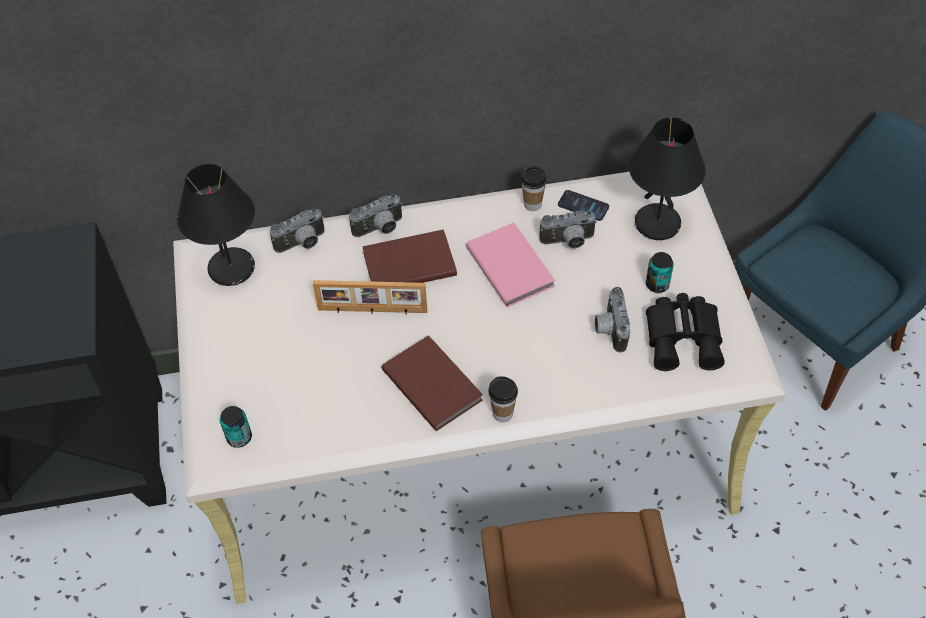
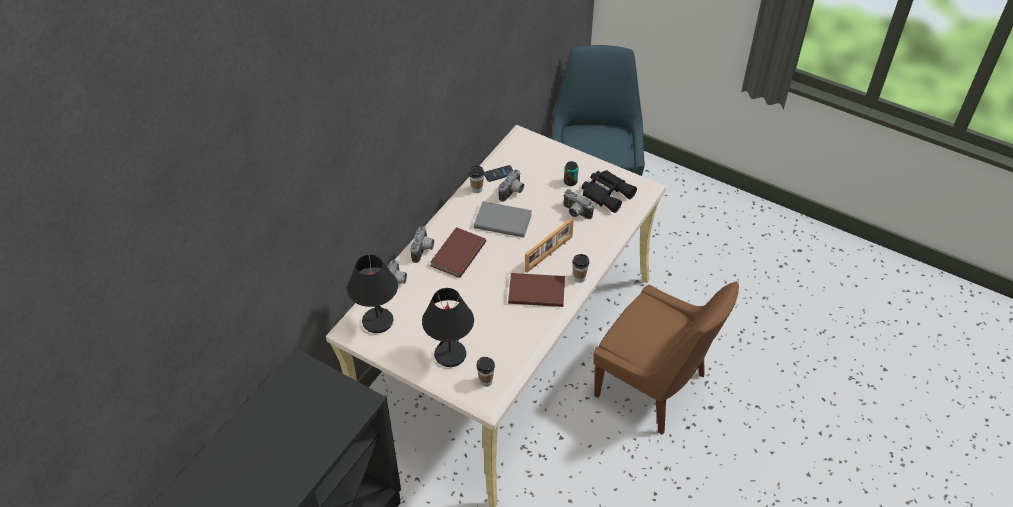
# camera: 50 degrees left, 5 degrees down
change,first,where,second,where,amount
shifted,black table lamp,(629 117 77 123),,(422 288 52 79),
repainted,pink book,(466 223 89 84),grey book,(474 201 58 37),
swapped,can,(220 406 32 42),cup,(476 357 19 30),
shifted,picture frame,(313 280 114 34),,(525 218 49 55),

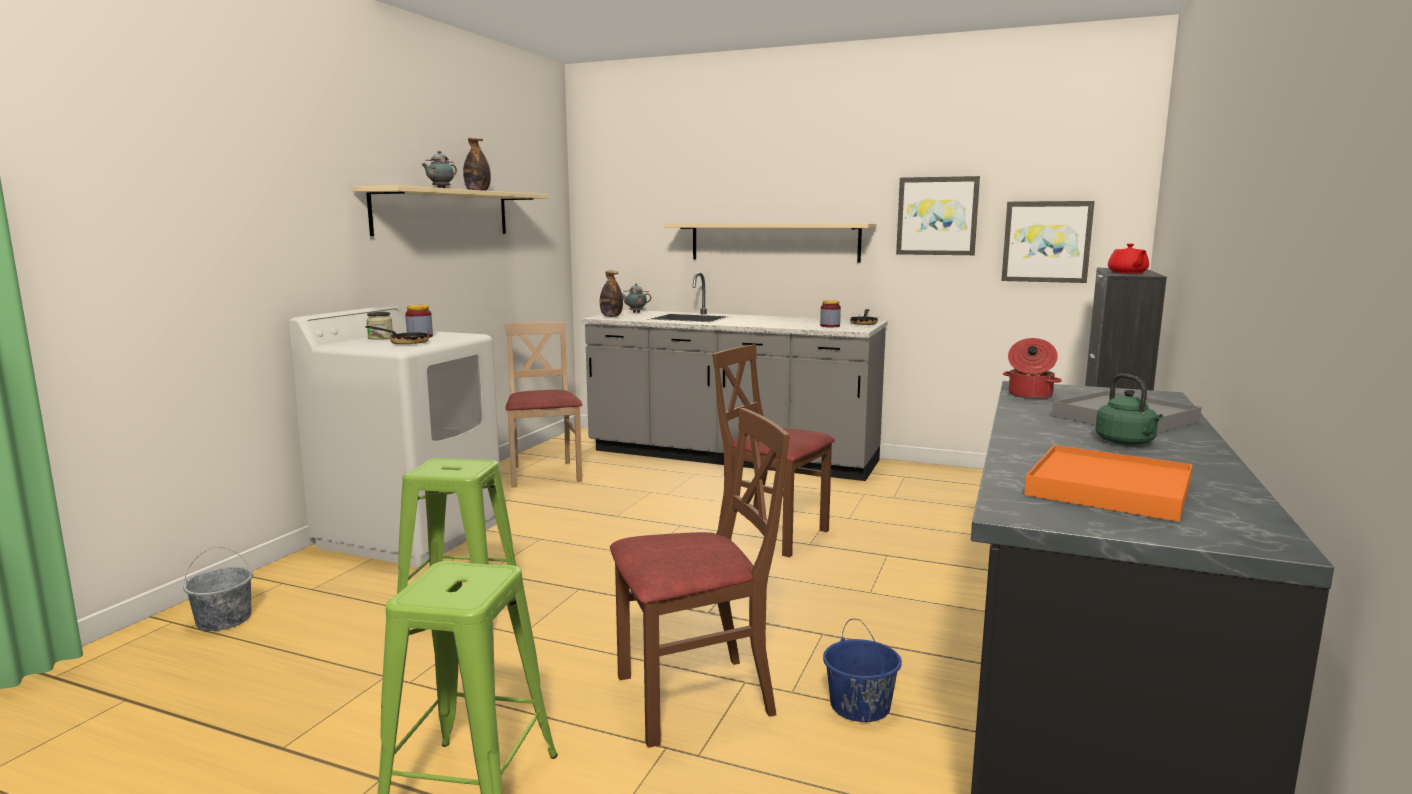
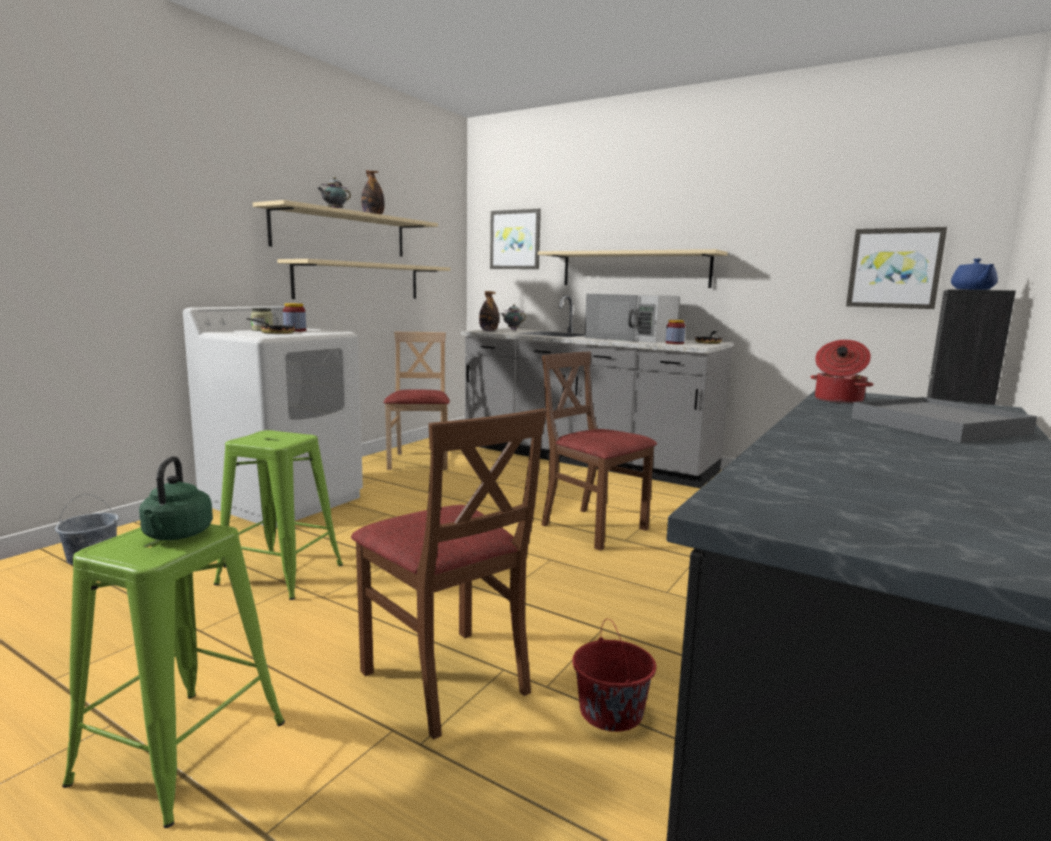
# camera: 10 degrees right, 0 degrees up
change,first,where,second,where,amount
shifted,green kettle,(1095 374 68 71),,(139 456 74 84),
new,,,beige shelf,(277 259 174 40),
rotated,brown chair,(610 408 180 340),,(351 408 196 332),60 degrees clockwise
shifted,picture,(896 176 84 79),,(490 209 51 60),
repainted,blue bucket,(823 619 79 103),red bucket,(572 619 84 113),
new,,,white microwave,(584 294 96 49),
repainted,red teapot,(1108 244 41 30),blue teapot,(951 259 47 31),
gone,orange tray,(1024 445 168 77),,,

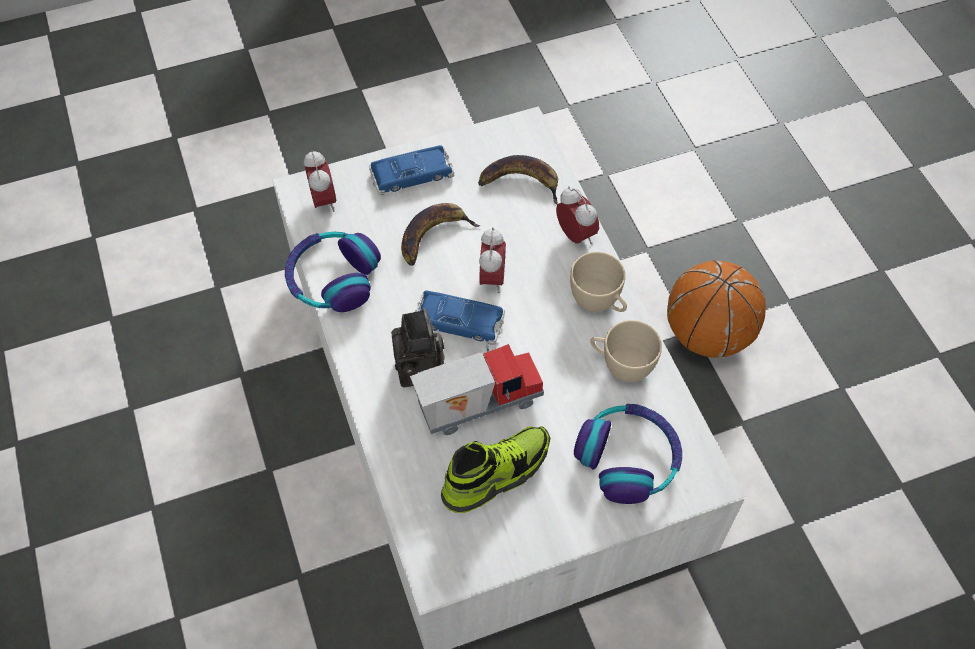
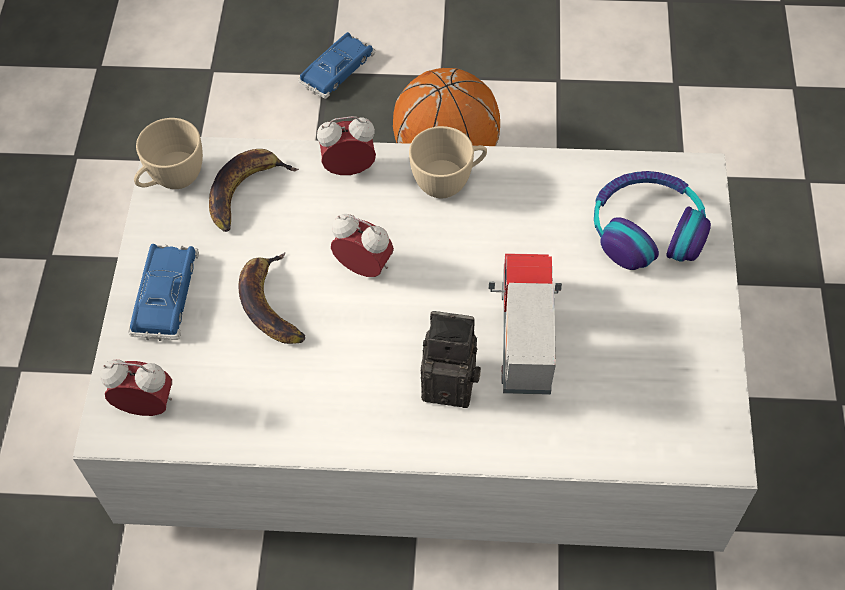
# camera: 65 degrees left, 0 degrees up
change,first,where,second,where,amount
shifted,beige cup,(590 320 72 62),,(134 118 69 71),
shifted,blue toy car,(415 290 90 55),,(298 32 77 67),
gone,headphones,(285 232 96 80),,,
gone,shoe,(441 426 109 87),,,

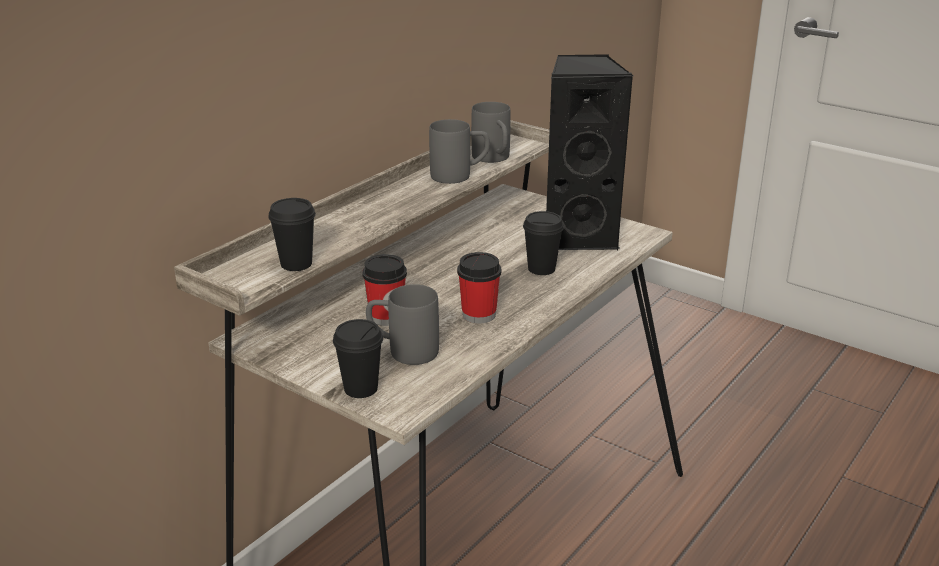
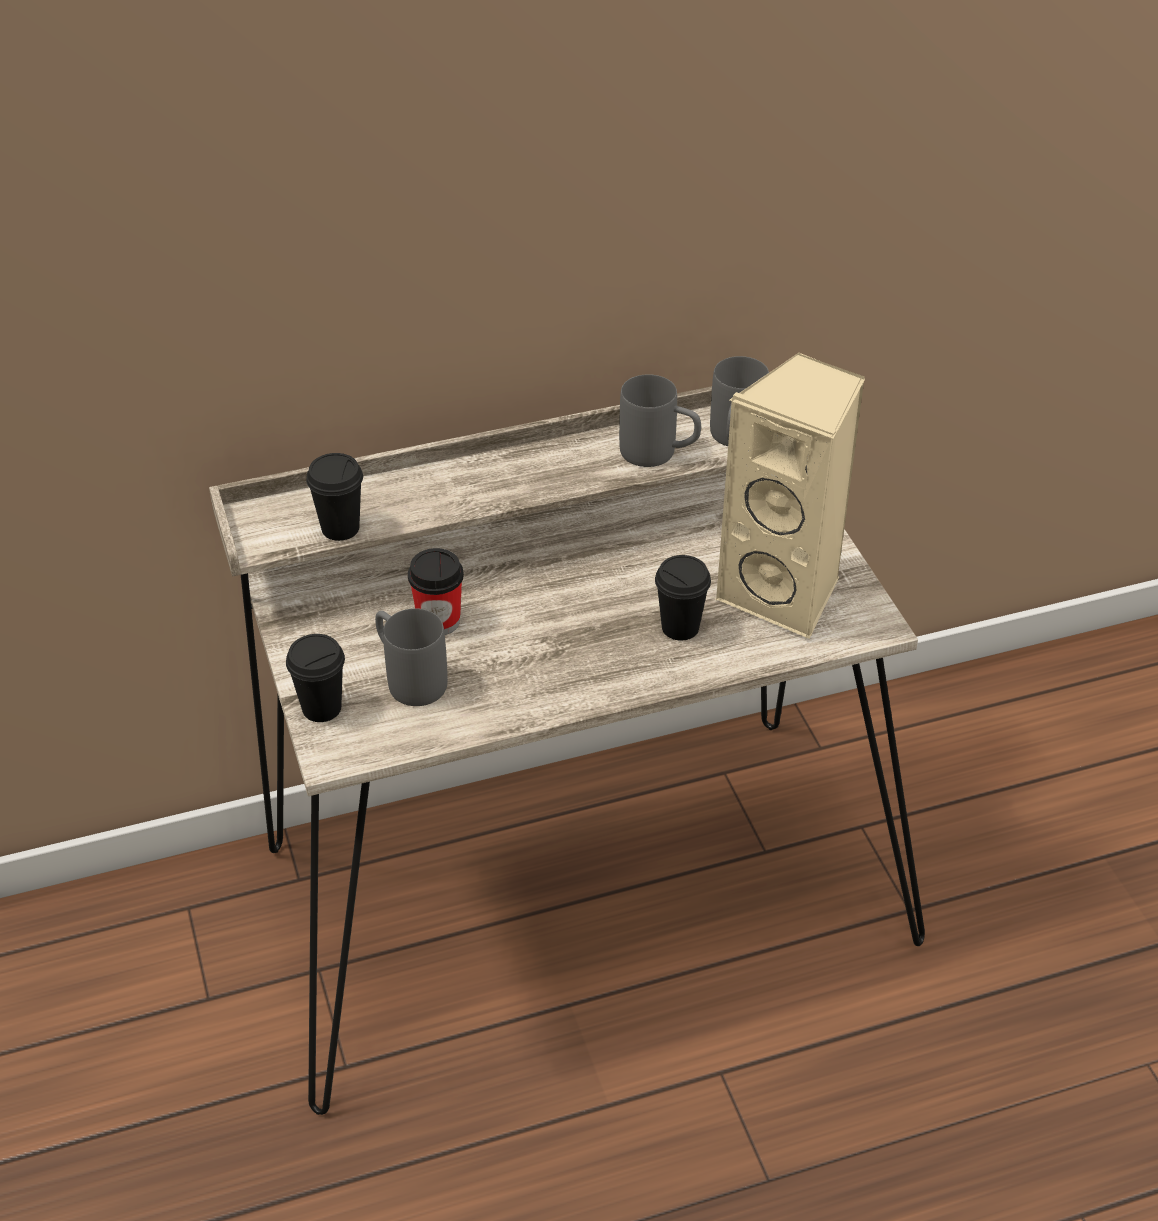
# camera: 35 degrees right, 15 degrees up
change,first,where,second,where,amount
repainted,black speaker,(546 54 87 197),beige speaker,(716 352 149 289),
gone,cup,(457 252 44 71),,,

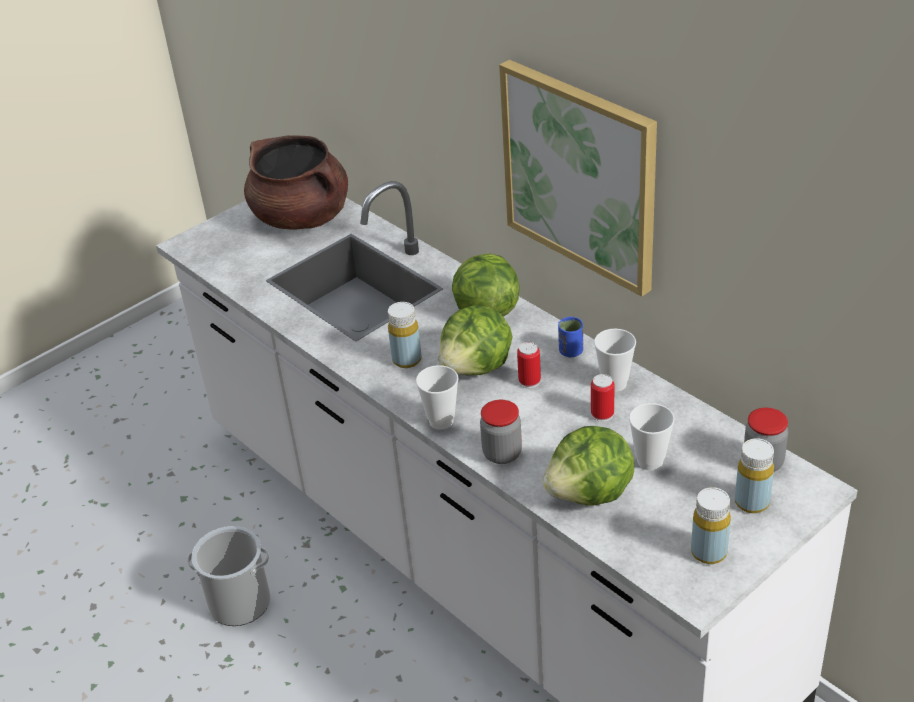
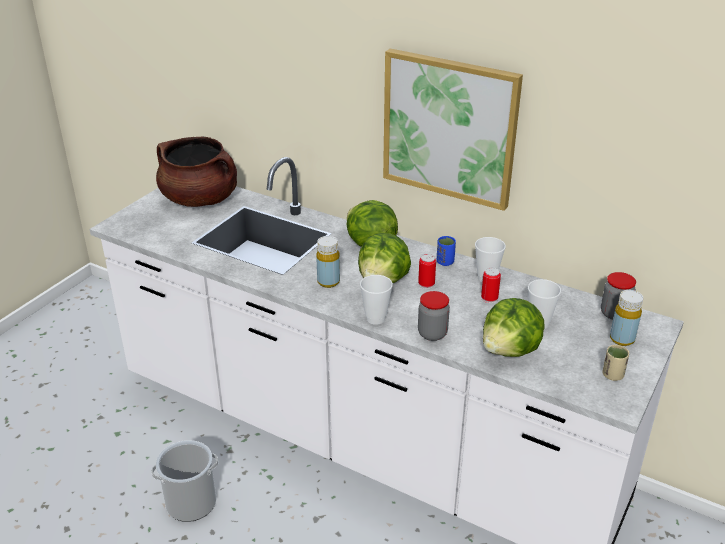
# camera: 20 degrees left, 5 degrees down
change,first,where,second,where,amount
swapped,yellow bottle,(691 487 40 77),beige cup,(603 345 26 36),

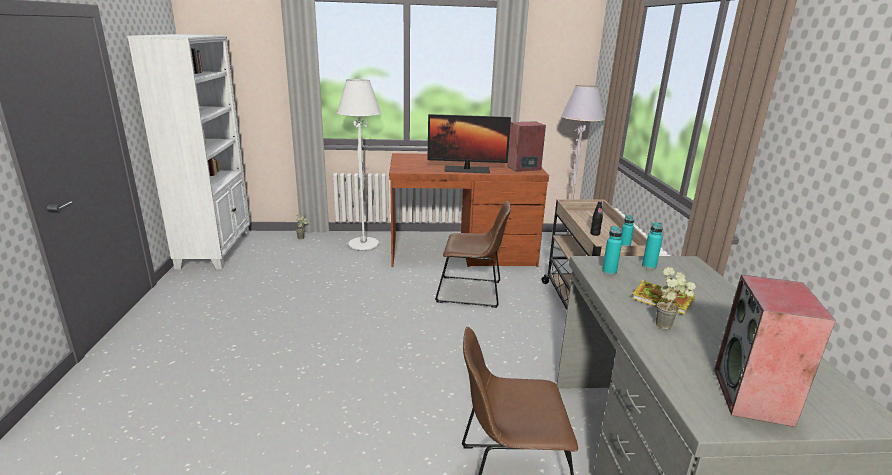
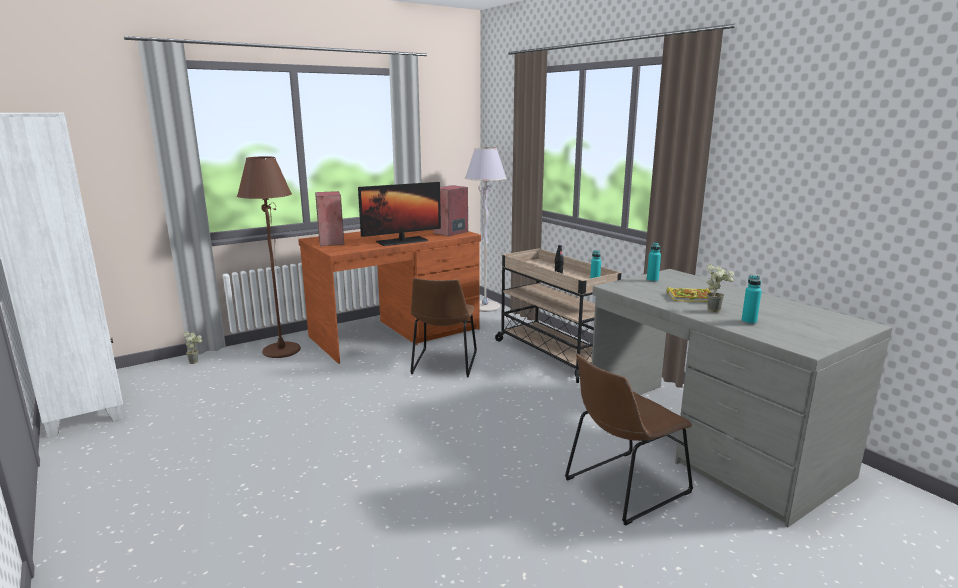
# camera: 30 degrees left, 5 degrees down
change,first,where,second,where,amount
repainted,white floor lamp,(336 79 45 172),brown floor lamp,(237 156 64 202),
shifted,speaker,(714 275 122 152),,(315 191 29 55),
rotated,brown chair,(435 201 76 107),,(410 278 67 99),120 degrees clockwise
shifted,turquoise bottle,(602 226 20 49),,(741 275 21 50),

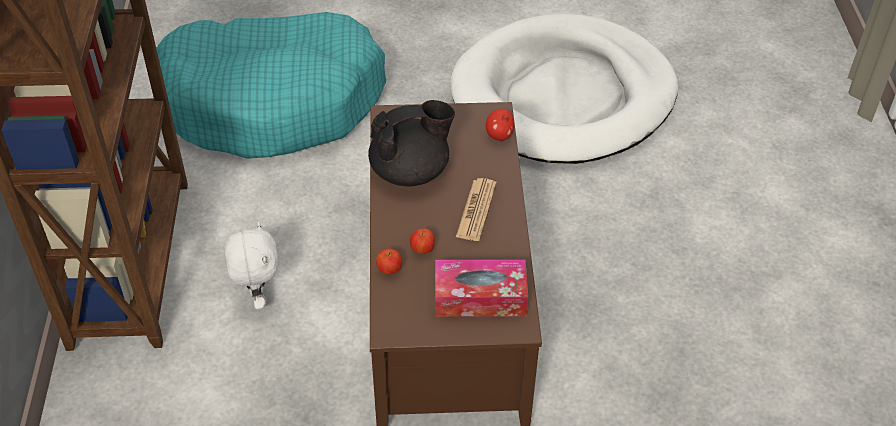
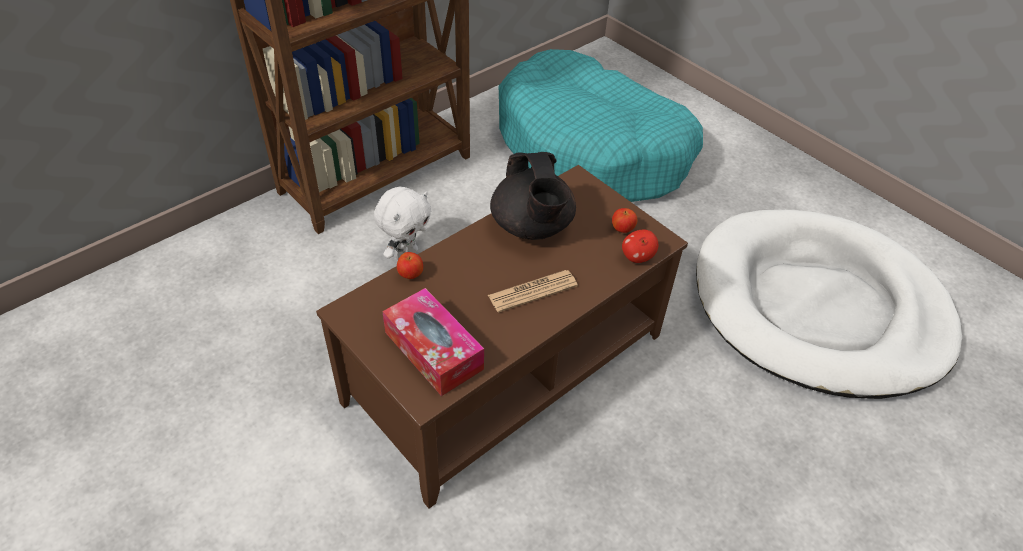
# camera: 50 degrees right, 0 degrees up
change,first,where,second,where,amount
rotated,black teapot,(368 100 87 86),,(490 152 86 88),45 degrees clockwise
shifted,apple,(410 228 25 26),,(612 208 26 25),

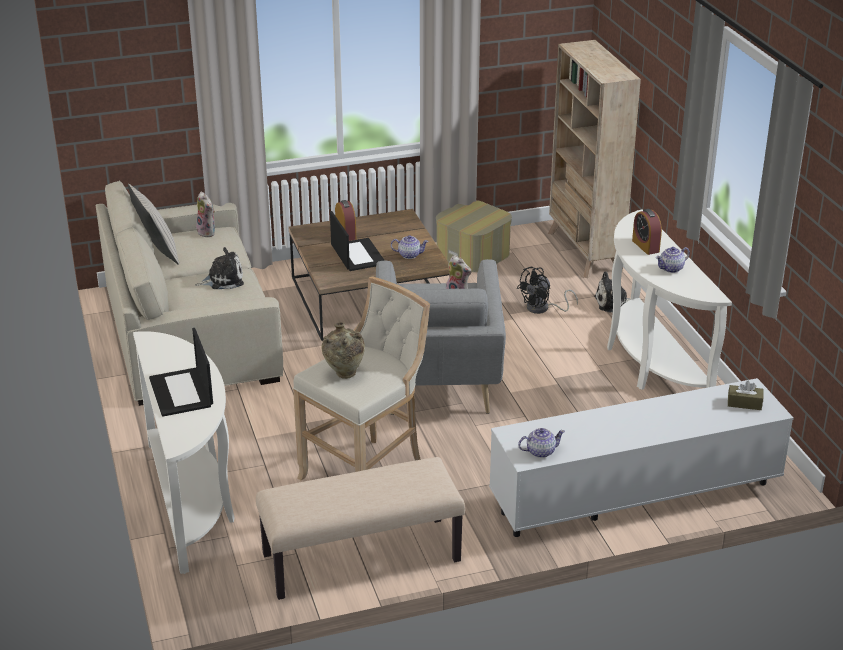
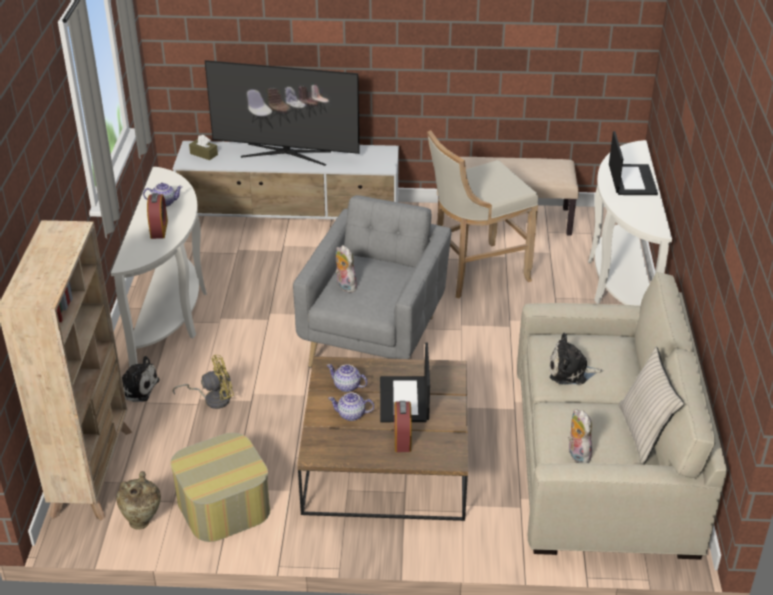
# camera: 160 degrees left, 5 degrees up
change,first,where,second,where,amount
shifted,beige vase,(321 322 44 57),,(116 471 45 59),
repainted,black fan,(517 267 61 47),yellow fan,(173 355 61 54),
new,,,television,(205 60 155 106),
shifted,teapot,(518 428 47 30),,(328 393 46 28),

